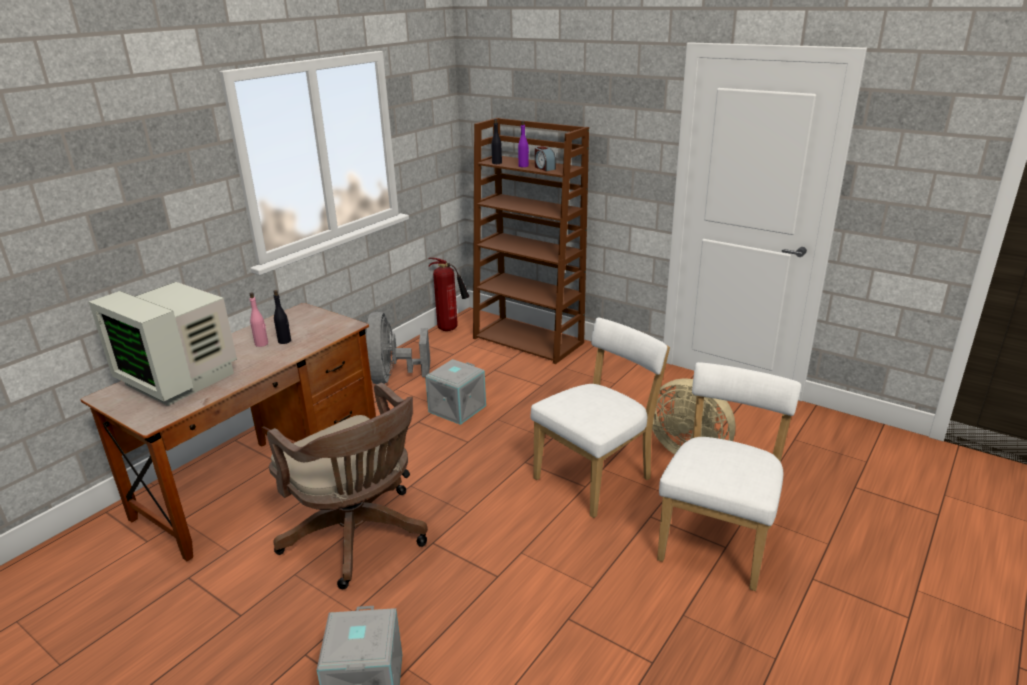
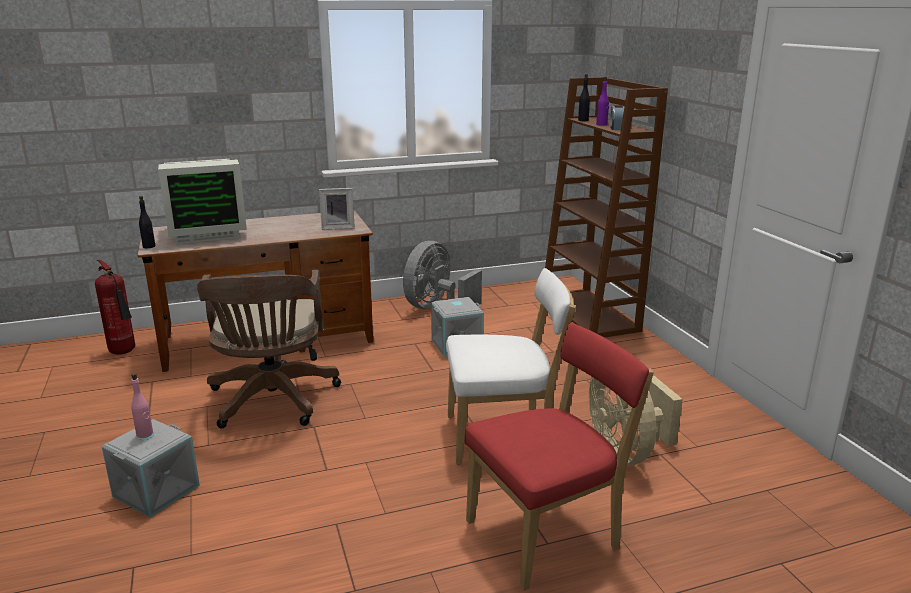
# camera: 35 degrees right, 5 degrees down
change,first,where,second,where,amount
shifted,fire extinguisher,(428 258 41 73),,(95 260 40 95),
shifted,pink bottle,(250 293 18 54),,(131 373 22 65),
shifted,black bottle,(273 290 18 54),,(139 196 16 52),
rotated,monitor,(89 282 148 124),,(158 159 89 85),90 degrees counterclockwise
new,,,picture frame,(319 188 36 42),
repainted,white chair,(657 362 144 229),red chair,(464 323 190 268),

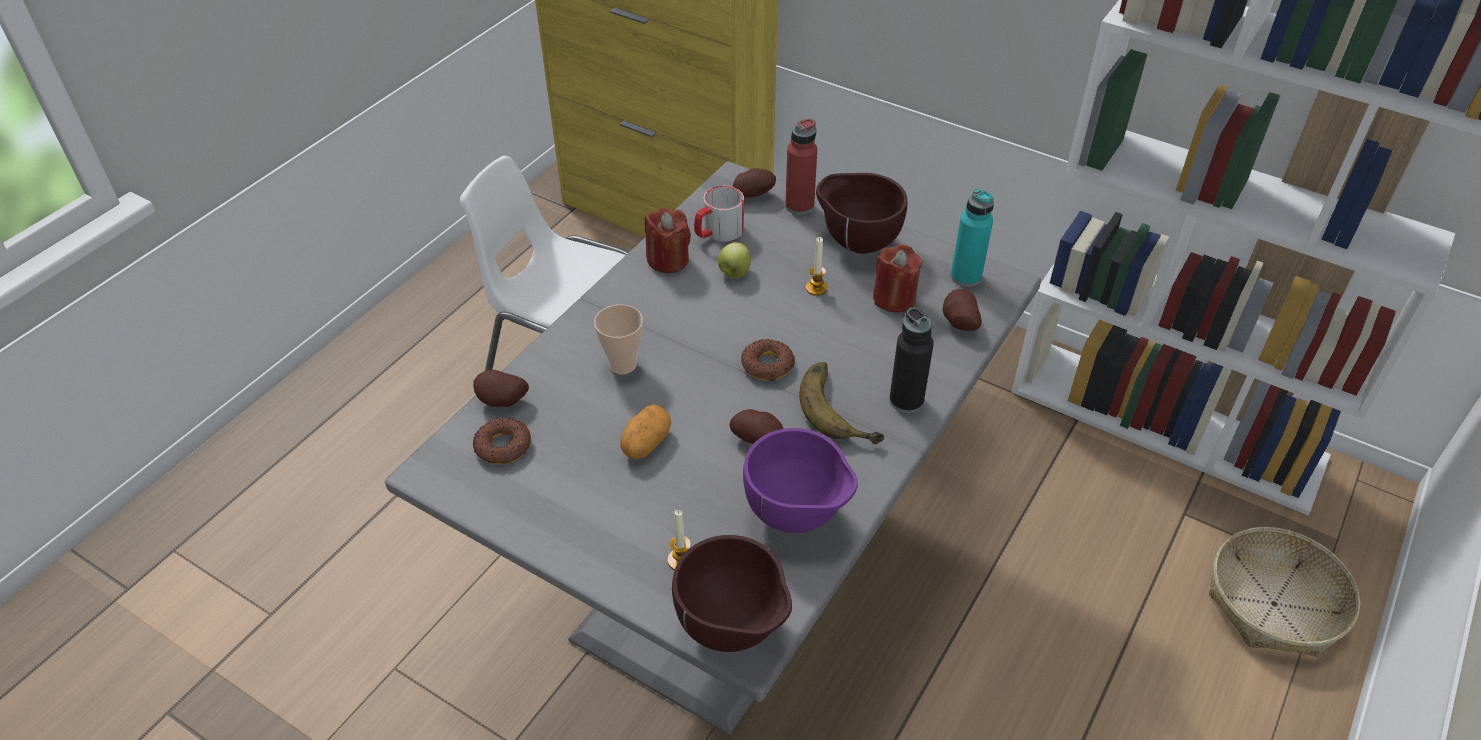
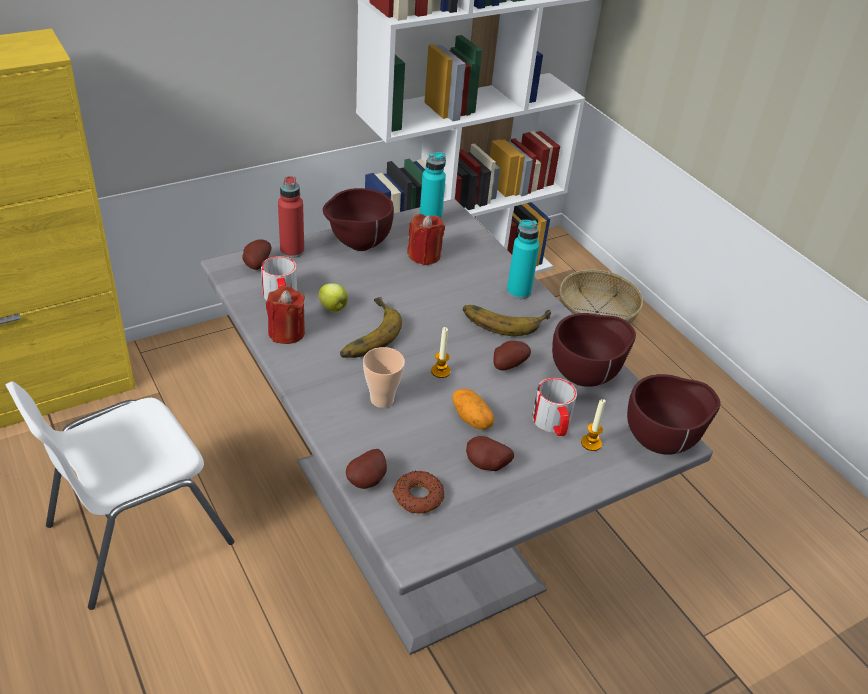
# camera: 65 degrees left, 5 degrees down
change,first,where,second,where,amount
new,,,banana,(340 297 62 61),
shifted,candle,(806 237 22 59),,(431 327 20 51),
shifted,potato,(943 289 39 42),,(466 436 48 35),
repainted,black bottle,(889 307 45 106),turquoise bottle,(507 220 33 79),
new,,,mug,(532 378 45 58),
repainted,purple bowl,(743 428 115 105),brown bowl,(552 313 84 74),
gone,donut,(741 339 54 42),,,

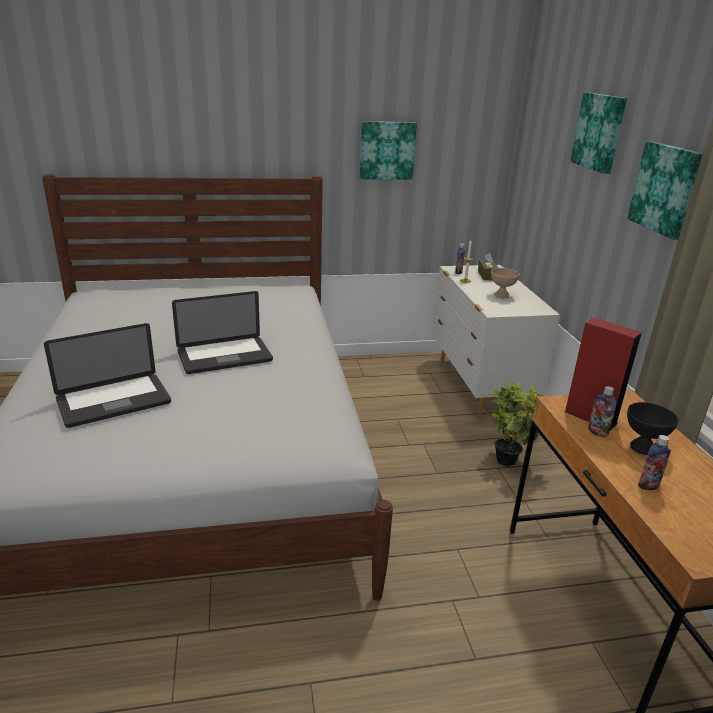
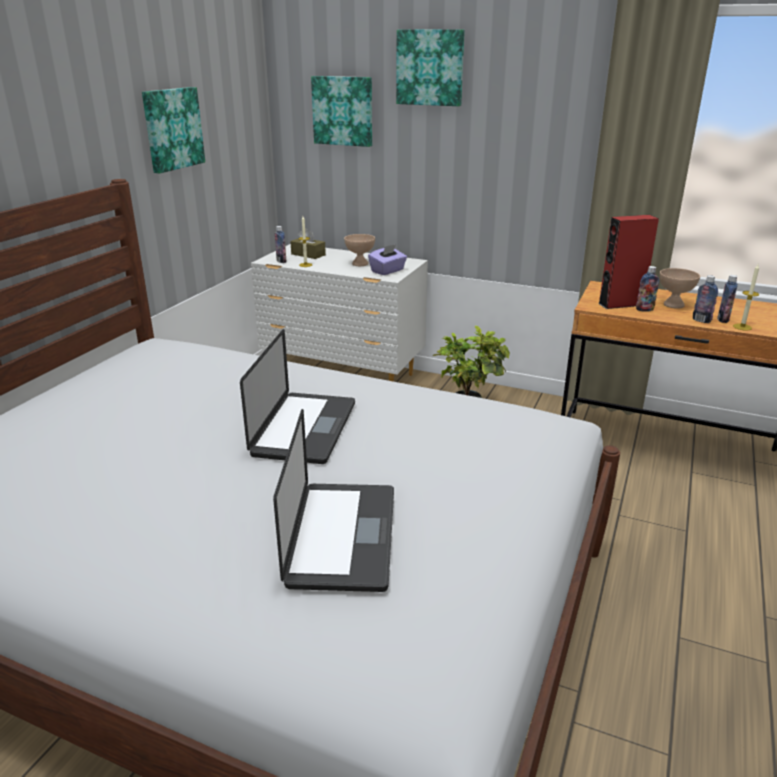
# camera: 55 degrees left, 0 degrees up
change,first,where,second,where,amount
shifted,picture,(627 141 76 99),,(311 76 61 71),
new,,,purple tissue box,(368 244 39 31),
repainted,black bowl,(627 402 52 53),beige bowl,(660 268 40 41),
new,,,bottle,(693 275 25 48),
new,,,candle,(733 265 26 66),

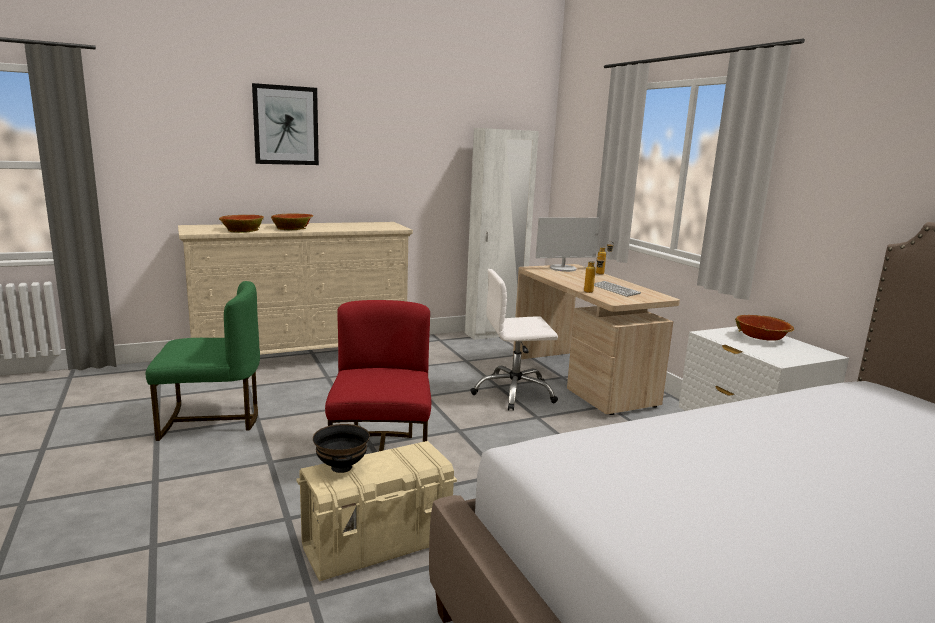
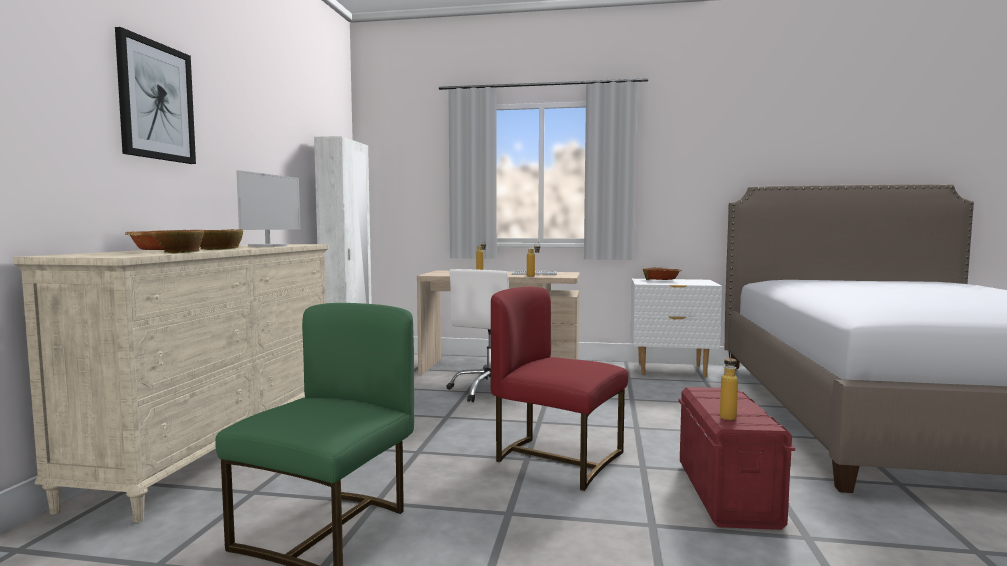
# camera: 55 degrees left, 10 degrees down
change,first,where,second,where,amount
shifted,monitor,(536 217 64 55),,(236 170 65 77),
repainted,beige storage box,(296 441 161 141),red storage box,(679 387 116 143),
swapped,black bowl,(313 424 57 49),bottle,(720 353 18 67),

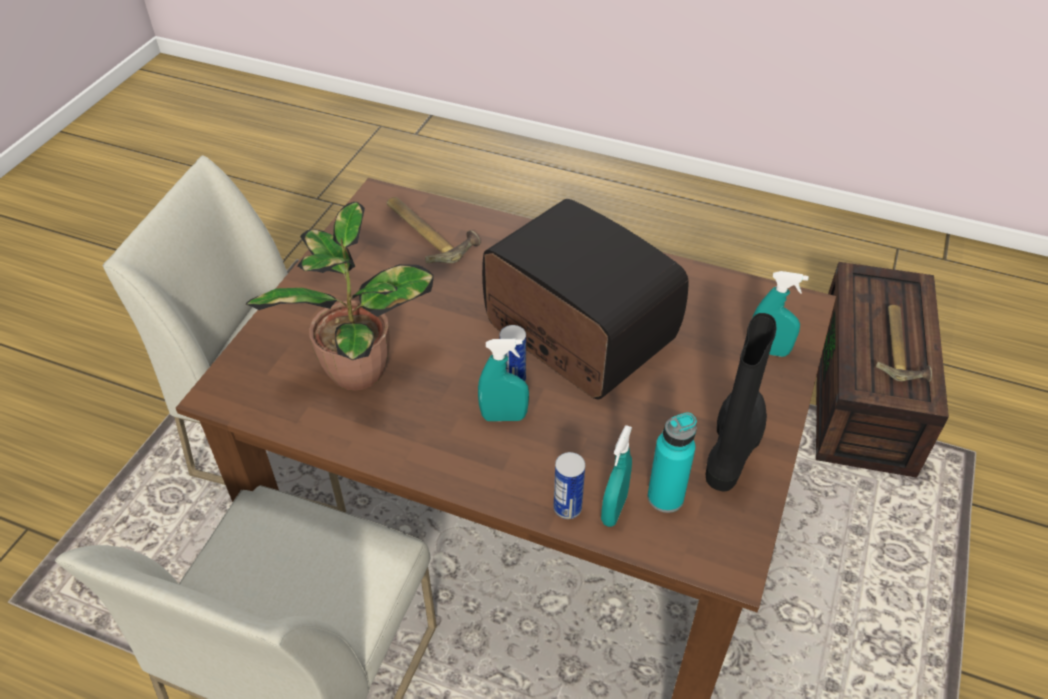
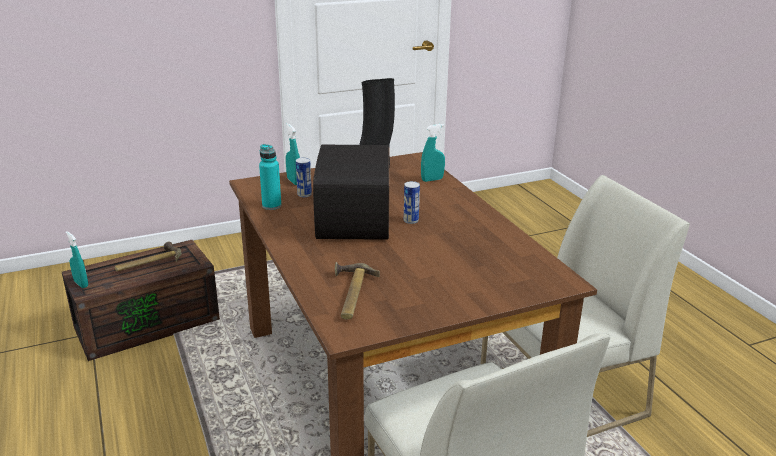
# camera: 135 degrees left, 20 degrees down
change,first,where,second,where,amount
shifted,turquoise spray bottle,(478 339 51 82),,(66 231 22 57),
shifted,turquoise bottle,(648 413 49 100),,(259 144 22 66),
shifted,can,(554 452 31 67),,(296 158 16 39),
gone,potted plant,(245 202 188 189),,,

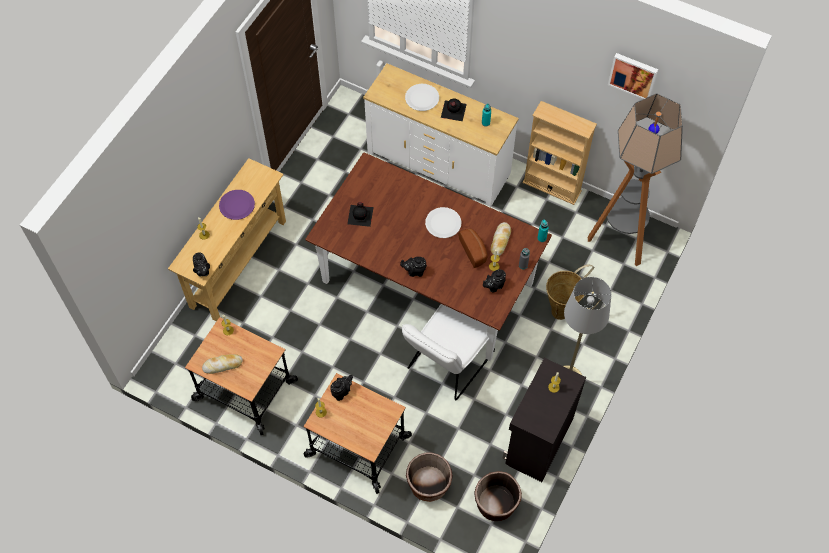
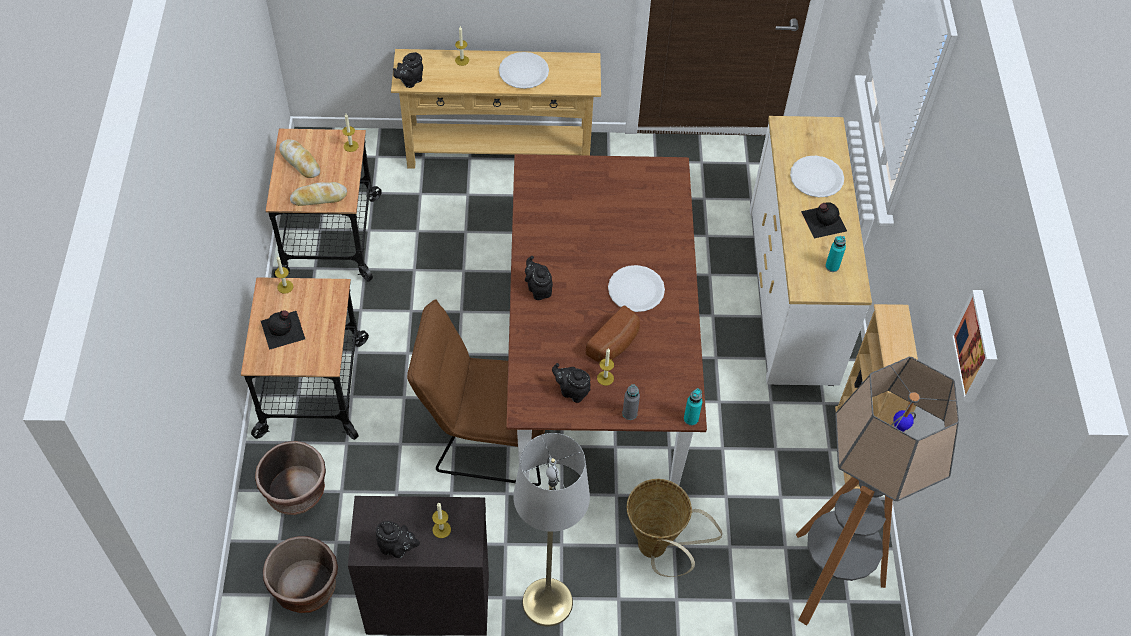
# camera: 60 degrees right, 5 degrees down
change,first,where,second,where,amount
shifted,black bottle,(347 202 27 25),,(261 310 44 40),
shifted,bread,(491 222 20 34),,(290 182 57 24),
shifted,black teapot,(330 375 23 26),,(376 521 44 37),
repainted,white chair,(402 304 93 96),brown chair,(407 300 138 186),
repainted,purple plate,(219 190 36 30),white plate,(499 52 50 37),

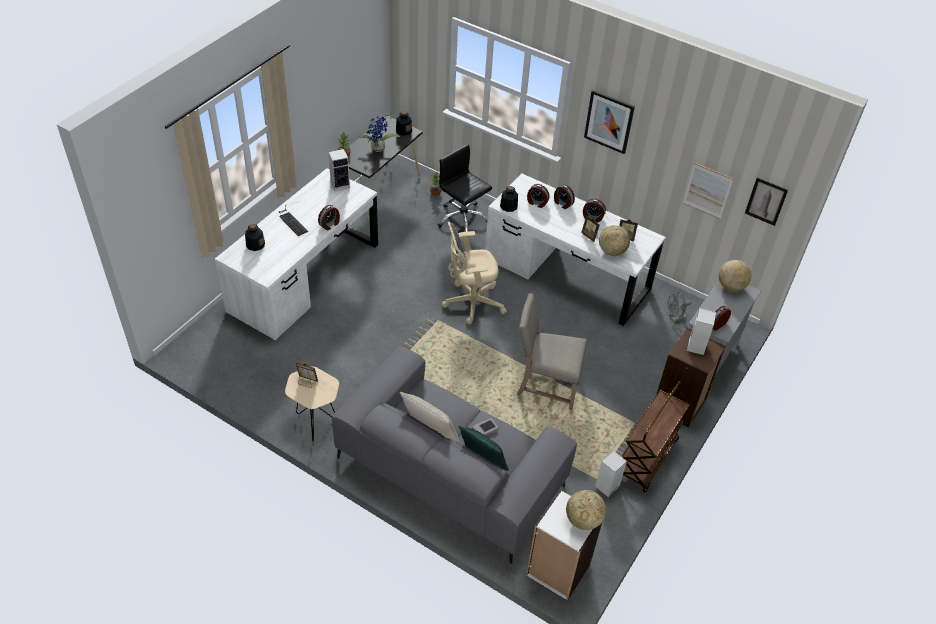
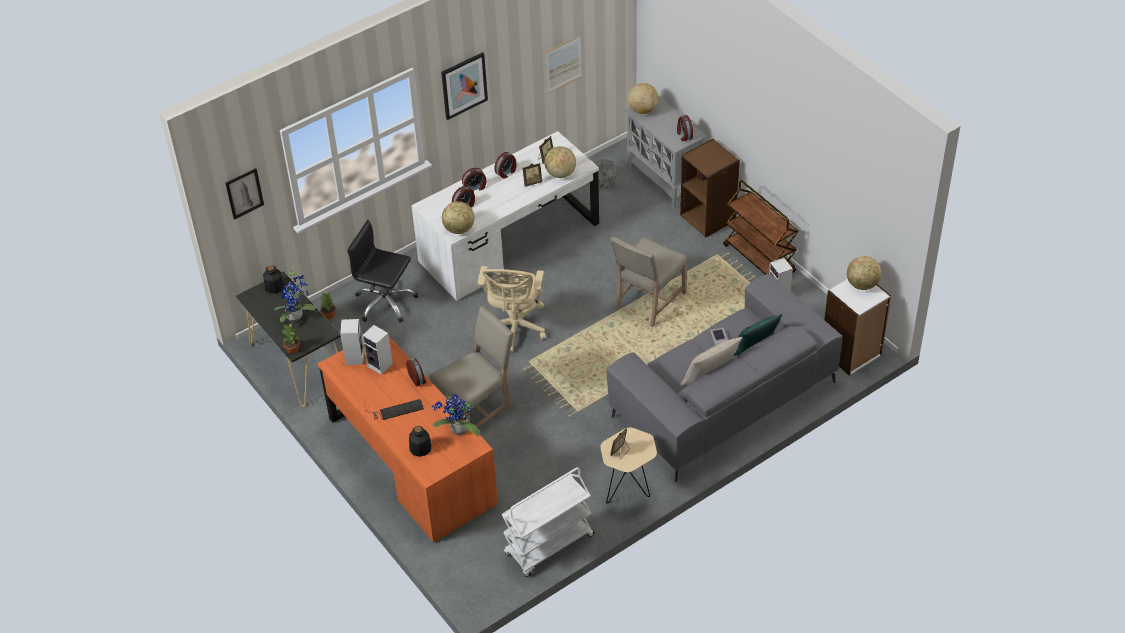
# camera: 65 degrees left, 0 degrees up
change,first,where,second,where,amount
shifted,picture,(745 178 43 48),,(225 168 39 52),
repainted,white desk,(215 168 163 172),orange desk,(318 329 180 214),
rotated,black office chair,(438 144 54 88),,(347 220 71 103),45 degrees clockwise
shifted,speaker,(687 308 29 47),,(362 325 31 50),
new,,,beige chair,(430 306 84 122),
new,,,potted plant,(432 394 48 42),
swapped,bottle,(500 186 18 26),globe,(442 201 33 33),
new,,,white cart,(502 467 92 110),

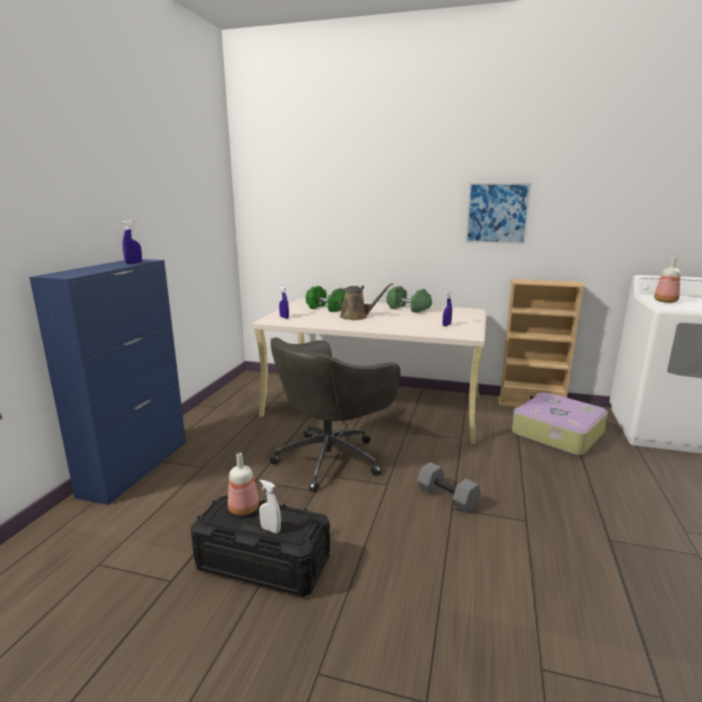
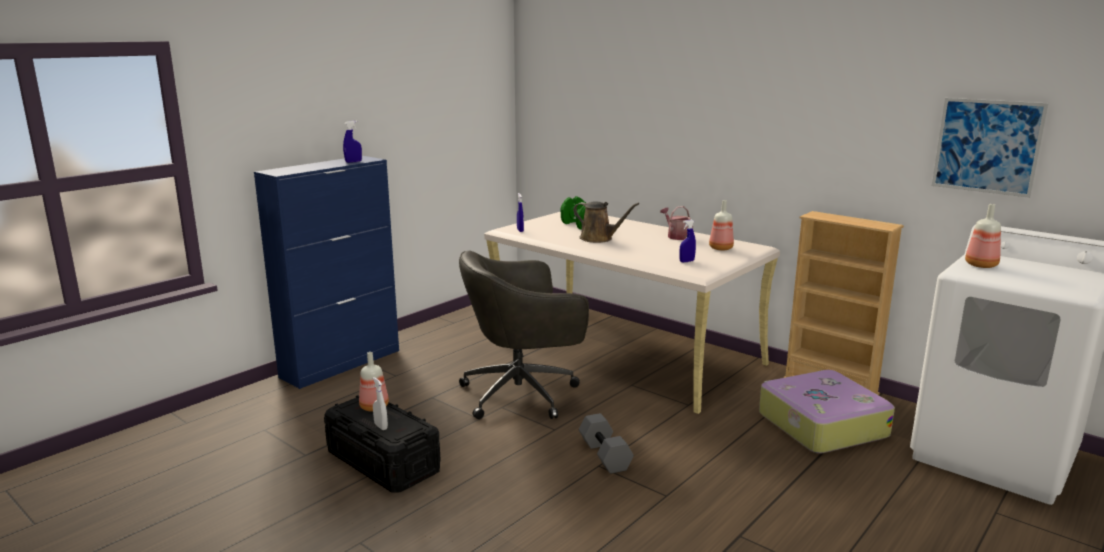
# camera: 25 degrees right, 0 degrees up
change,first,where,second,where,amount
swapped,green dumbbell,(386 286 46 27),watering can,(660 206 33 34),
new,,,bottle,(709 200 25 50),
shifted,picture,(465 182 67 62),,(932 98 117 100),

